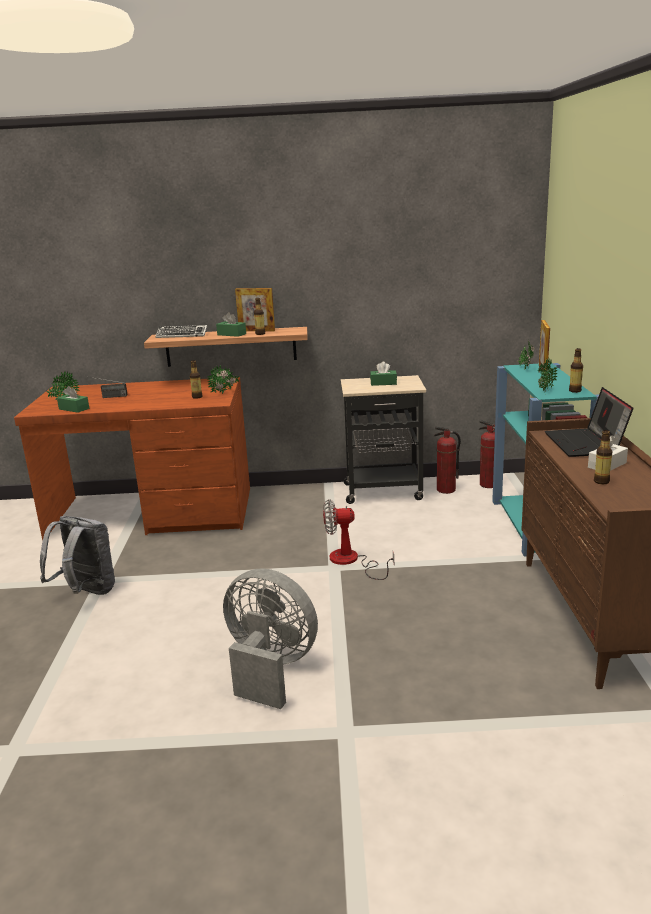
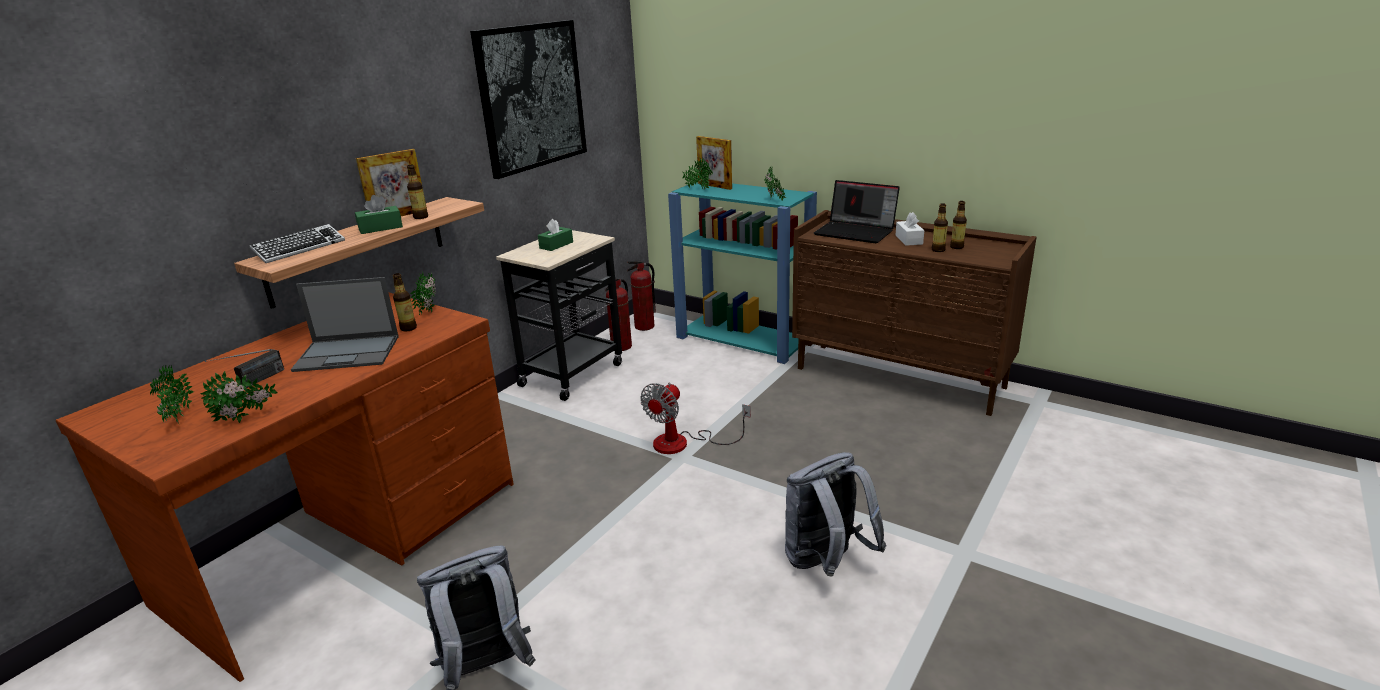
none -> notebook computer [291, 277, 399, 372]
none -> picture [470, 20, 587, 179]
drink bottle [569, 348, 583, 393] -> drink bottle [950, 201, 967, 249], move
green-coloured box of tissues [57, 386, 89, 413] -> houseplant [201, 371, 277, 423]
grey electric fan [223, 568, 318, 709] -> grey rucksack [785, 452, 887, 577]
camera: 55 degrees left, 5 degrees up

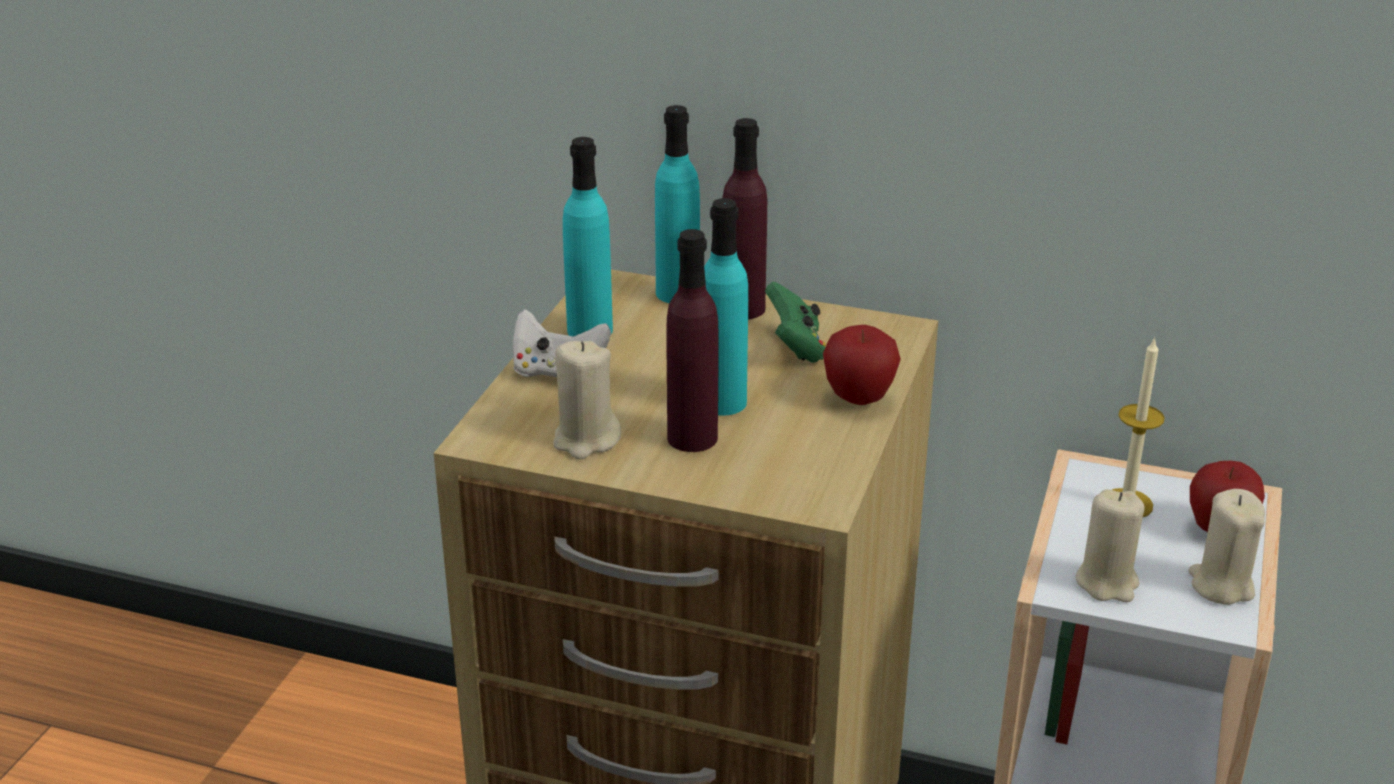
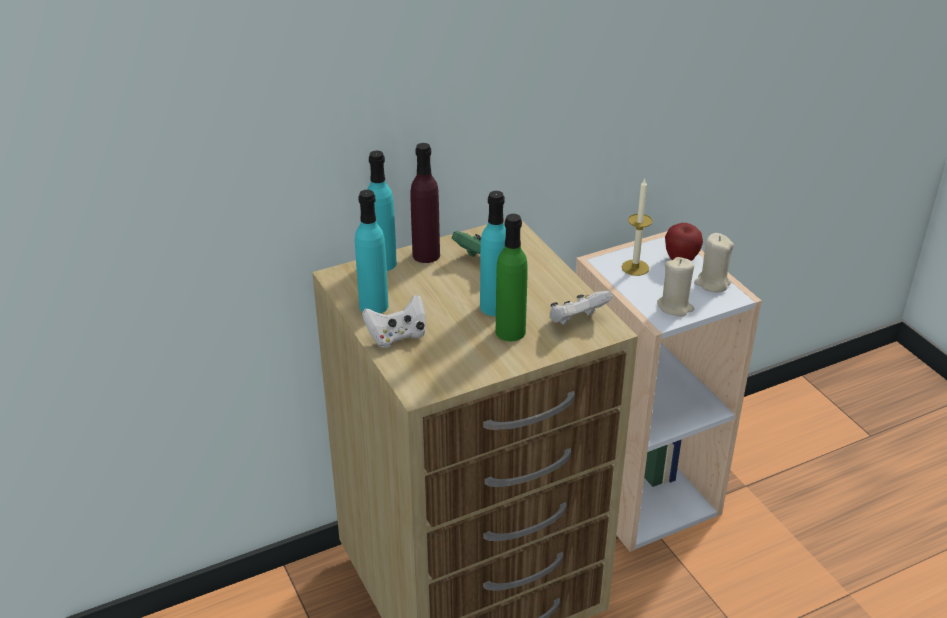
sand-coloured wax candle [553, 341, 621, 459] -> none
apple [823, 325, 901, 405] -> none
none -> white-coloured joypad [549, 291, 612, 325]
purple drink bottle [666, 229, 719, 452] -> green-coloured drink bottle [496, 214, 528, 341]
camera: 45 degrees left, 5 degrees up

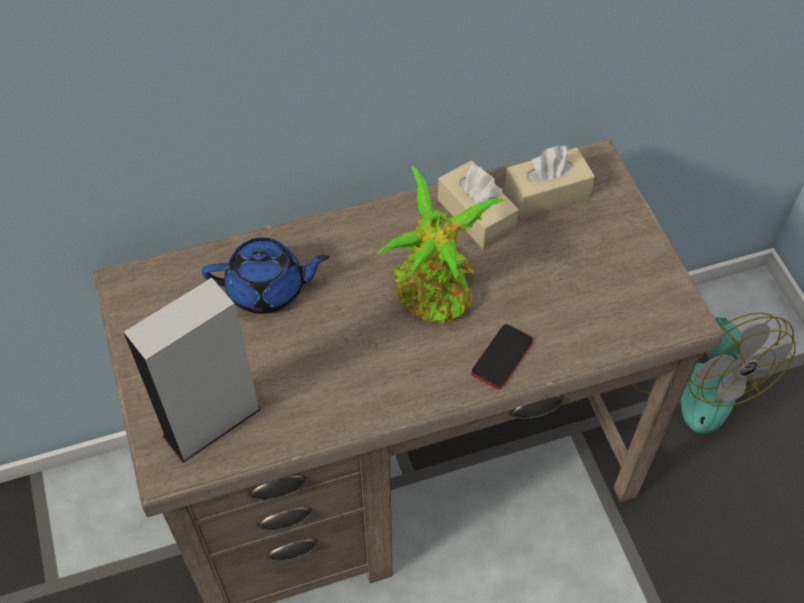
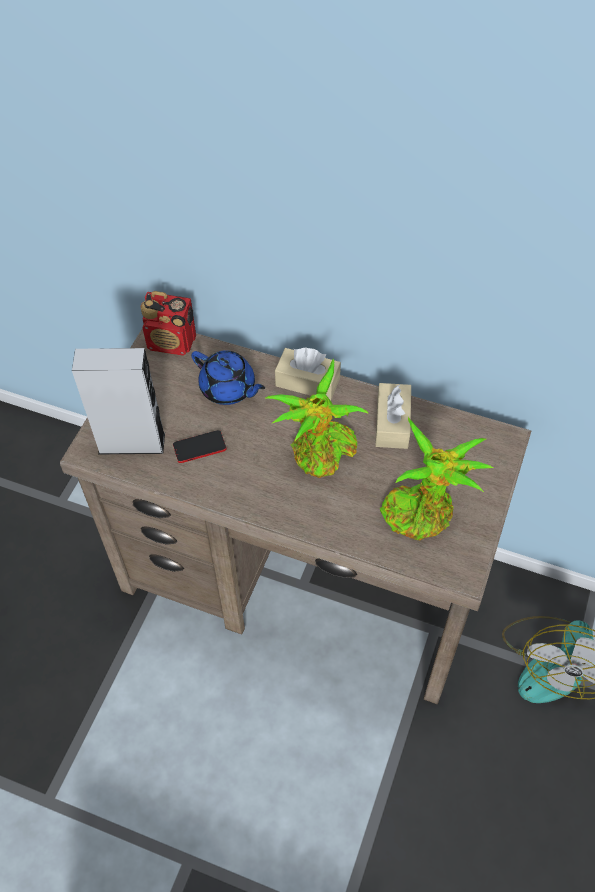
none -> radio [141, 291, 196, 356]
none -> houseplant [380, 417, 493, 540]
handset [471, 324, 533, 390] -> handset [173, 430, 227, 463], move
sand-coloured box of tissues [504, 145, 595, 218] -> sand-coloured box of tissues [275, 347, 341, 400], move
camera: 40 degrees right, 0 degrees up

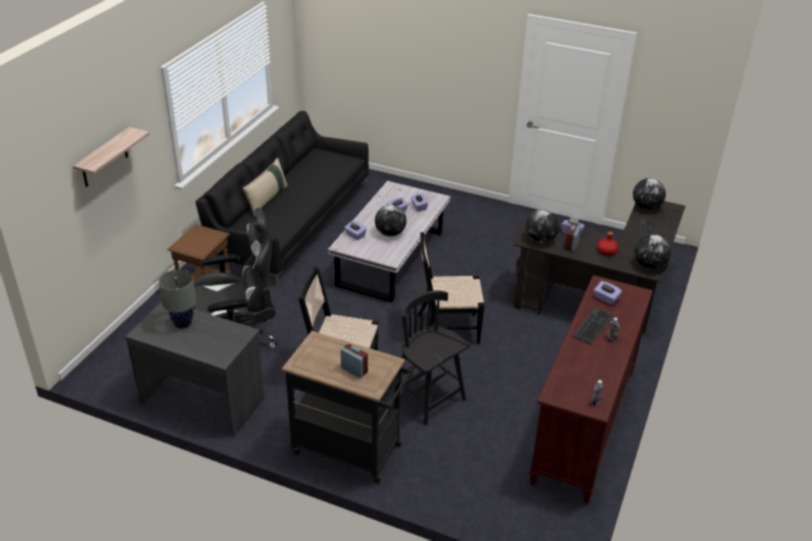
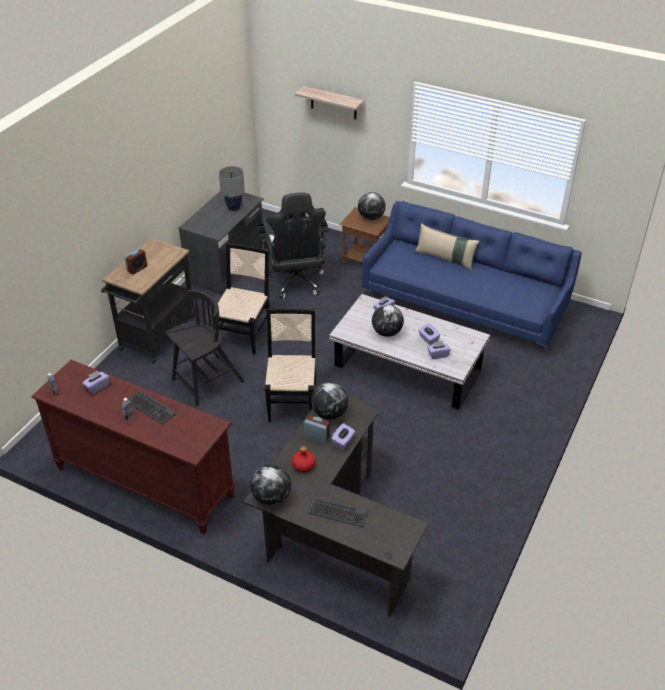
purple box of tissues [594, 281, 622, 305] -> purple box of tissues [82, 371, 109, 394], move
desk globe [633, 178, 666, 210] -> desk globe [358, 192, 386, 220], move
black sofa [196, 111, 369, 287] -> blue-coloured sofa [362, 201, 582, 357]
camera: 95 degrees right, 5 degrees up

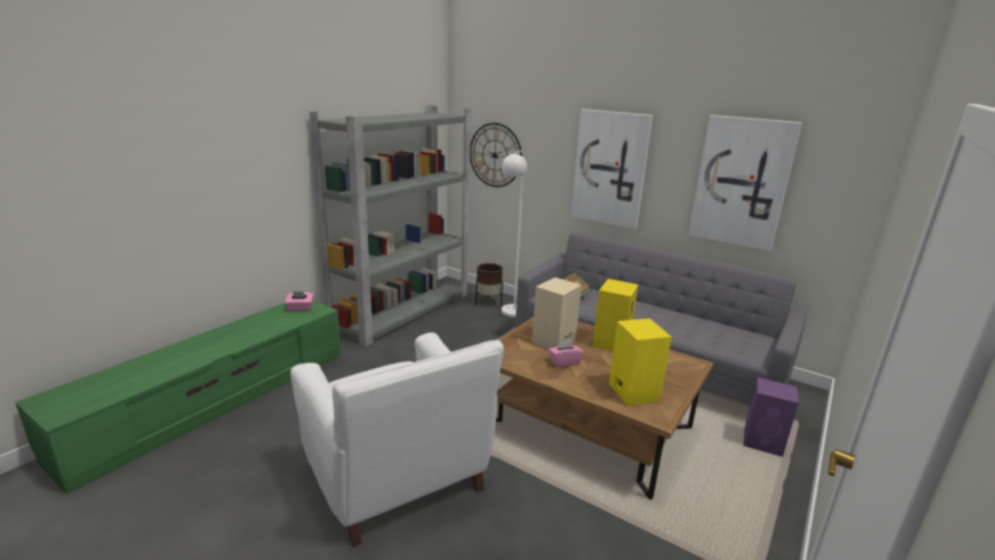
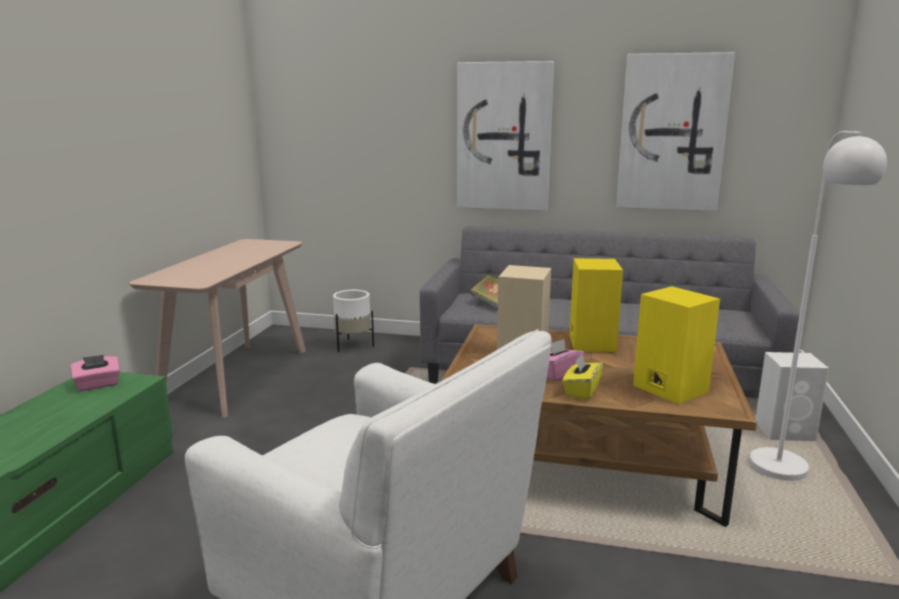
wall clock [470, 123, 522, 187] -> none
none -> yellowish box of tissues [563, 353, 603, 400]
white-coloured standing lamp [501, 150, 527, 318] -> white-coloured standing lamp [749, 131, 887, 481], move
grey shelving unit [309, 106, 471, 347] -> sand-coloured hall table [129, 239, 306, 418]
brownish flower pot [476, 263, 503, 307] -> white-coloured flower pot [333, 290, 374, 352]
purple speaker [743, 377, 799, 457] -> white-coloured speaker [755, 352, 829, 441]
camera: 20 degrees left, 5 degrees down

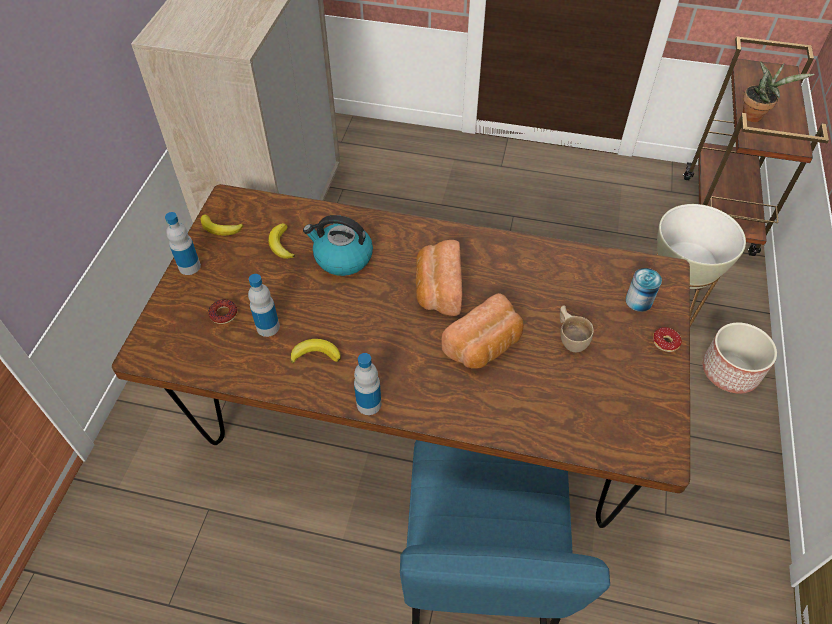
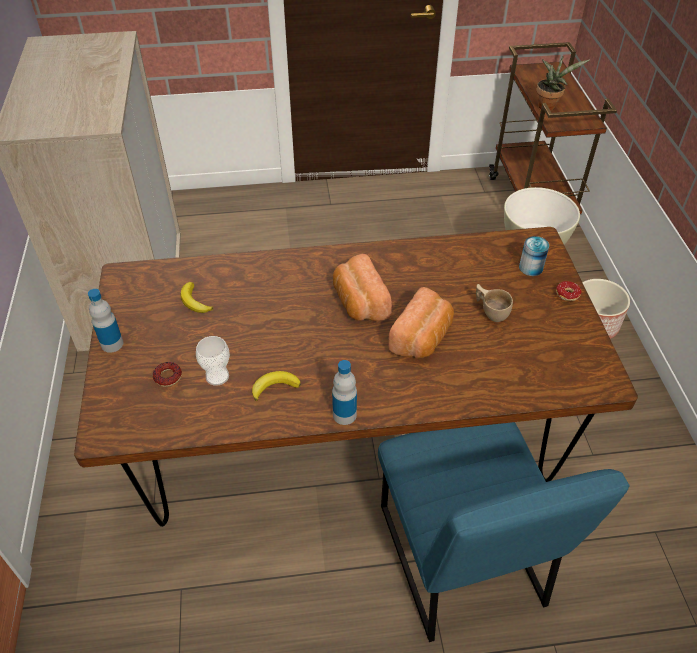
banana [201, 214, 243, 235] -> none
water kettle [303, 215, 373, 276] -> none
drink bottle [248, 274, 280, 337] -> cup [196, 336, 230, 386]
camera: 20 degrees left, 5 degrees down

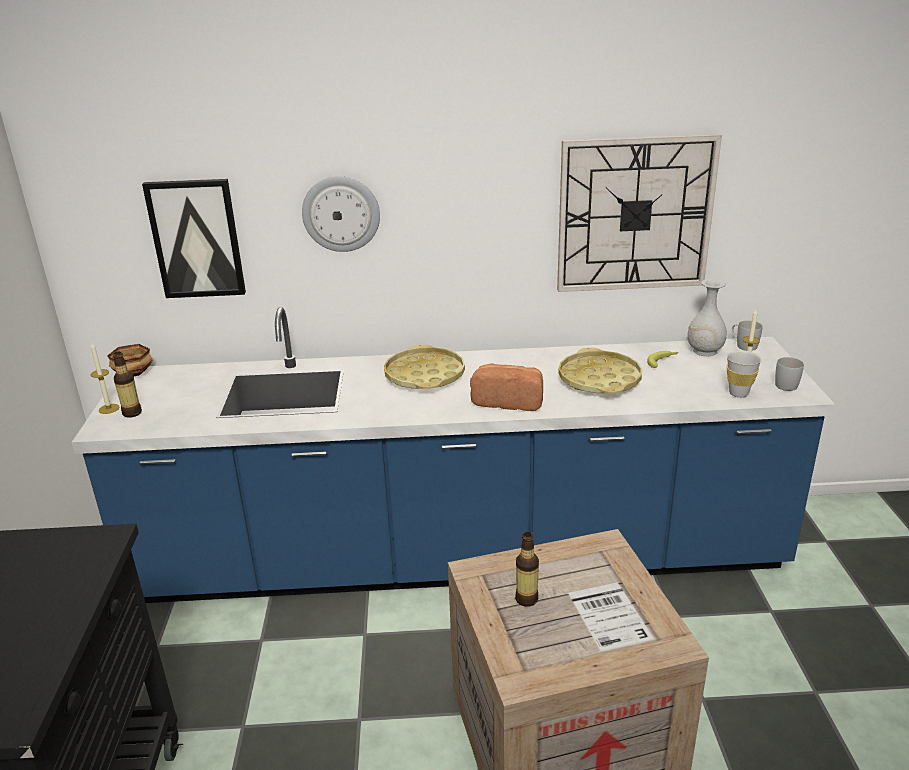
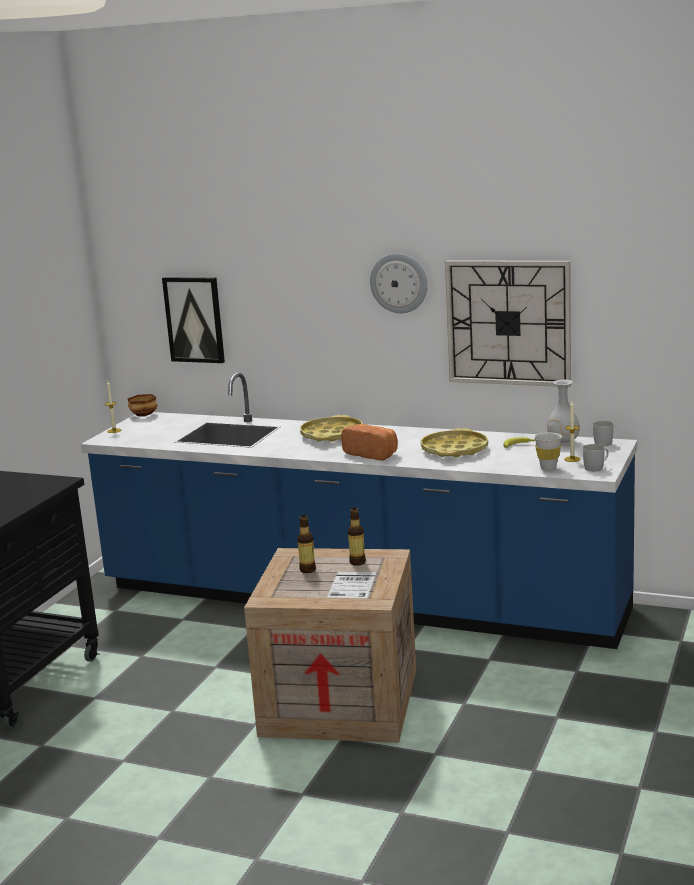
drink bottle [113, 352, 142, 418] -> drink bottle [348, 508, 366, 566], move
wall clock [302, 176, 380, 252] -> wall clock [370, 253, 428, 313], move
camera: 25 degrees right, 10 degrees down

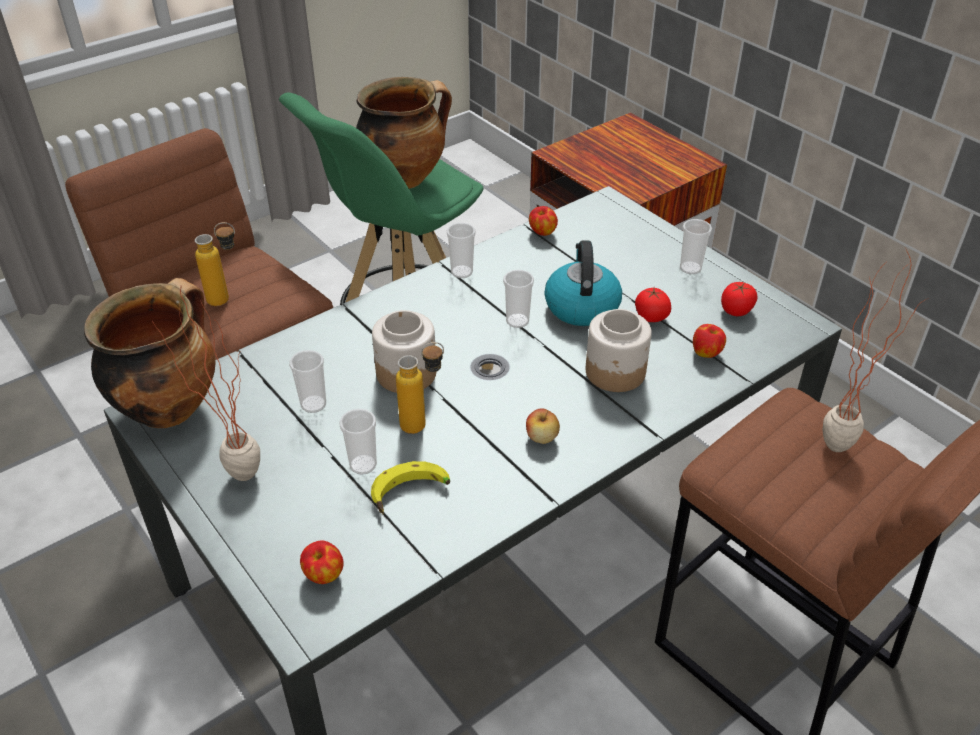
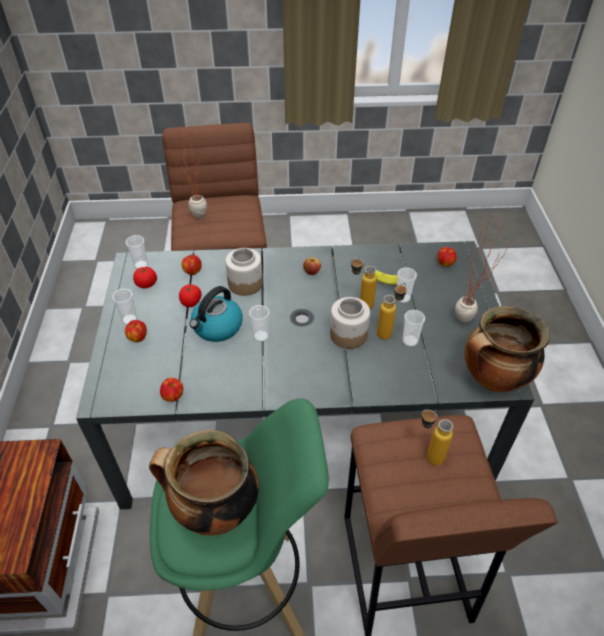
none -> apple [125, 320, 147, 342]
none -> drink bottle [377, 283, 407, 339]
cup [447, 223, 475, 278] -> cup [126, 235, 148, 269], move
camera: 145 degrees left, 5 degrees up

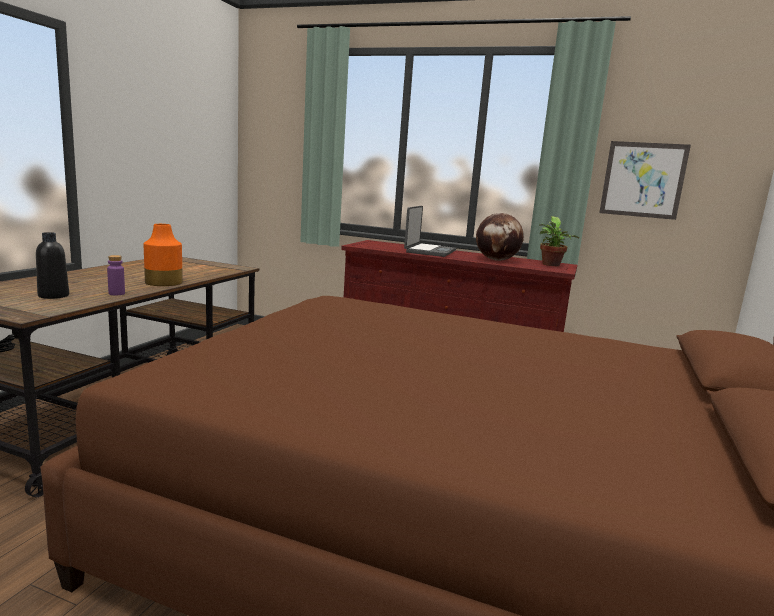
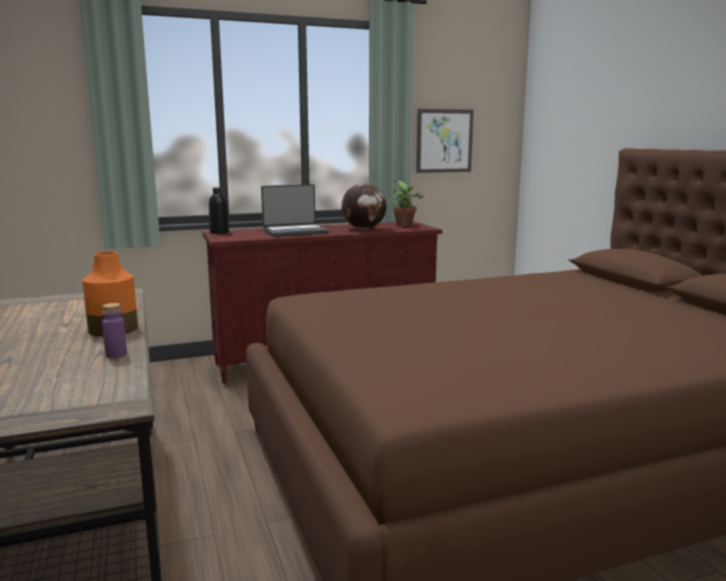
black drink bottle [36, 232, 69, 299] -> black drink bottle [209, 188, 229, 234], move
notebook computer [404, 206, 456, 257] -> notebook computer [261, 184, 329, 237], 90 degrees clockwise
camera: 40 degrees left, 0 degrees up

